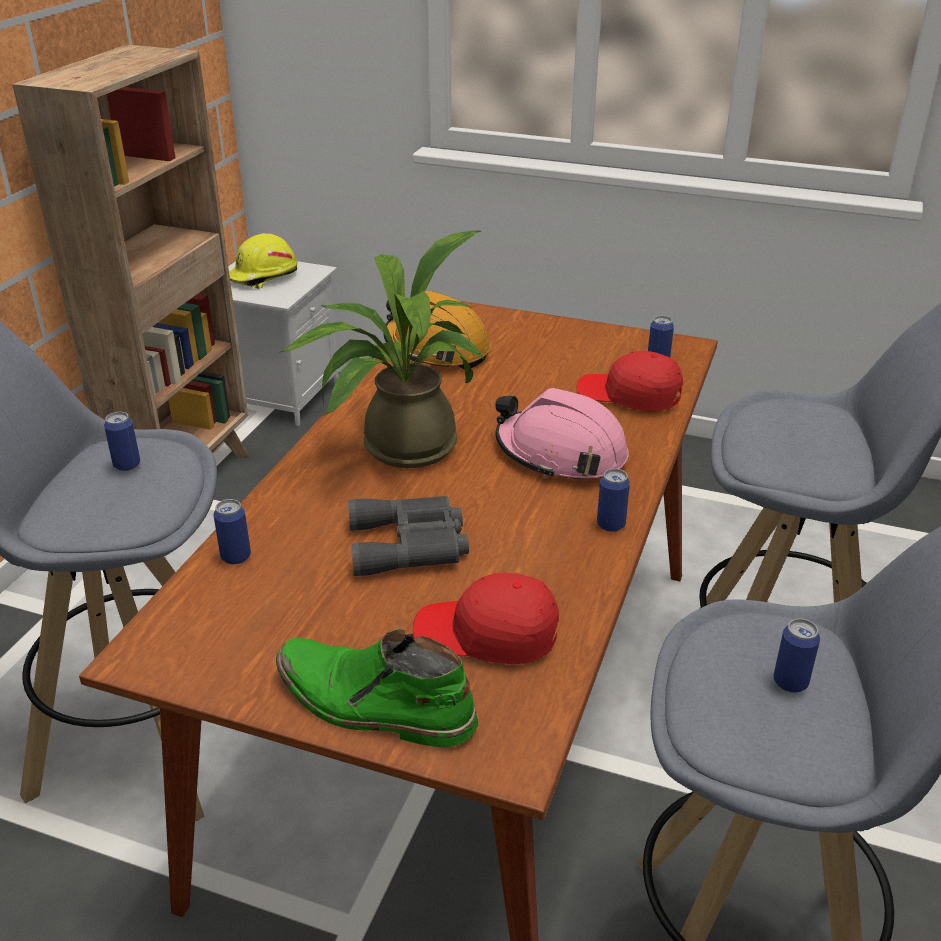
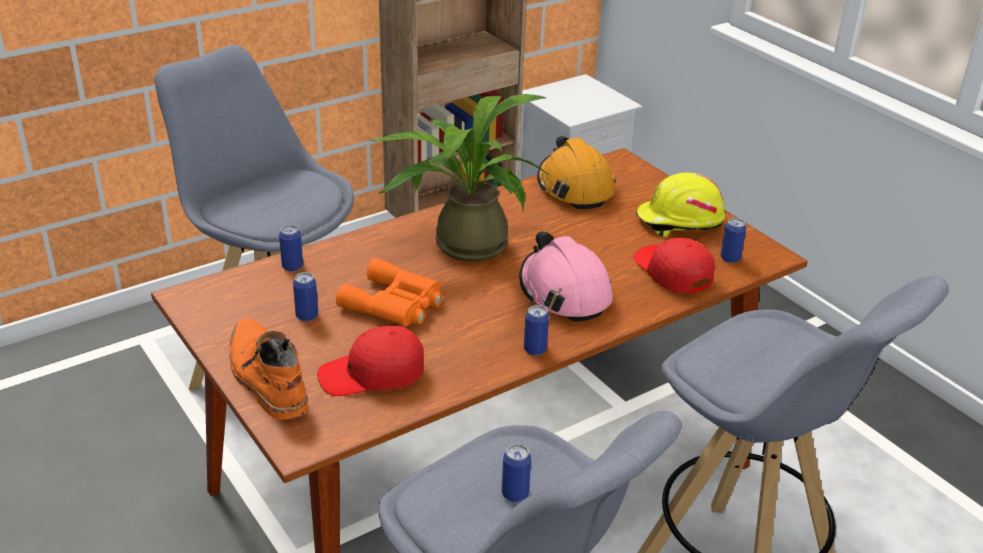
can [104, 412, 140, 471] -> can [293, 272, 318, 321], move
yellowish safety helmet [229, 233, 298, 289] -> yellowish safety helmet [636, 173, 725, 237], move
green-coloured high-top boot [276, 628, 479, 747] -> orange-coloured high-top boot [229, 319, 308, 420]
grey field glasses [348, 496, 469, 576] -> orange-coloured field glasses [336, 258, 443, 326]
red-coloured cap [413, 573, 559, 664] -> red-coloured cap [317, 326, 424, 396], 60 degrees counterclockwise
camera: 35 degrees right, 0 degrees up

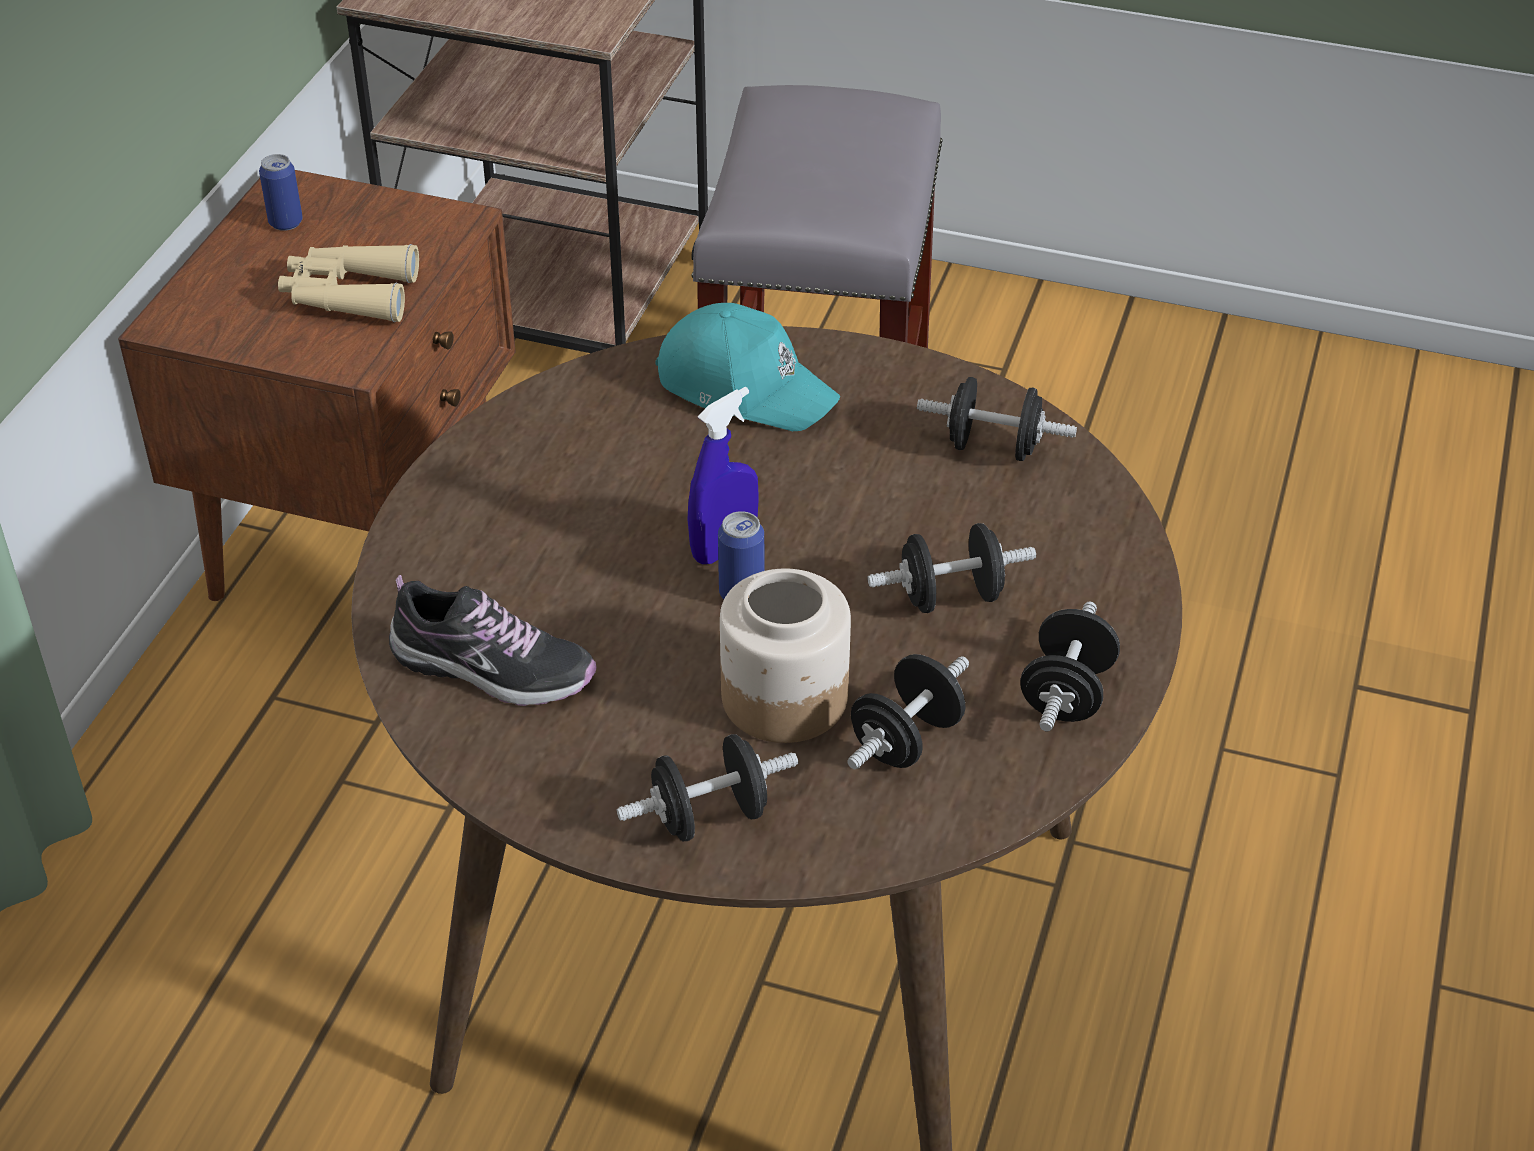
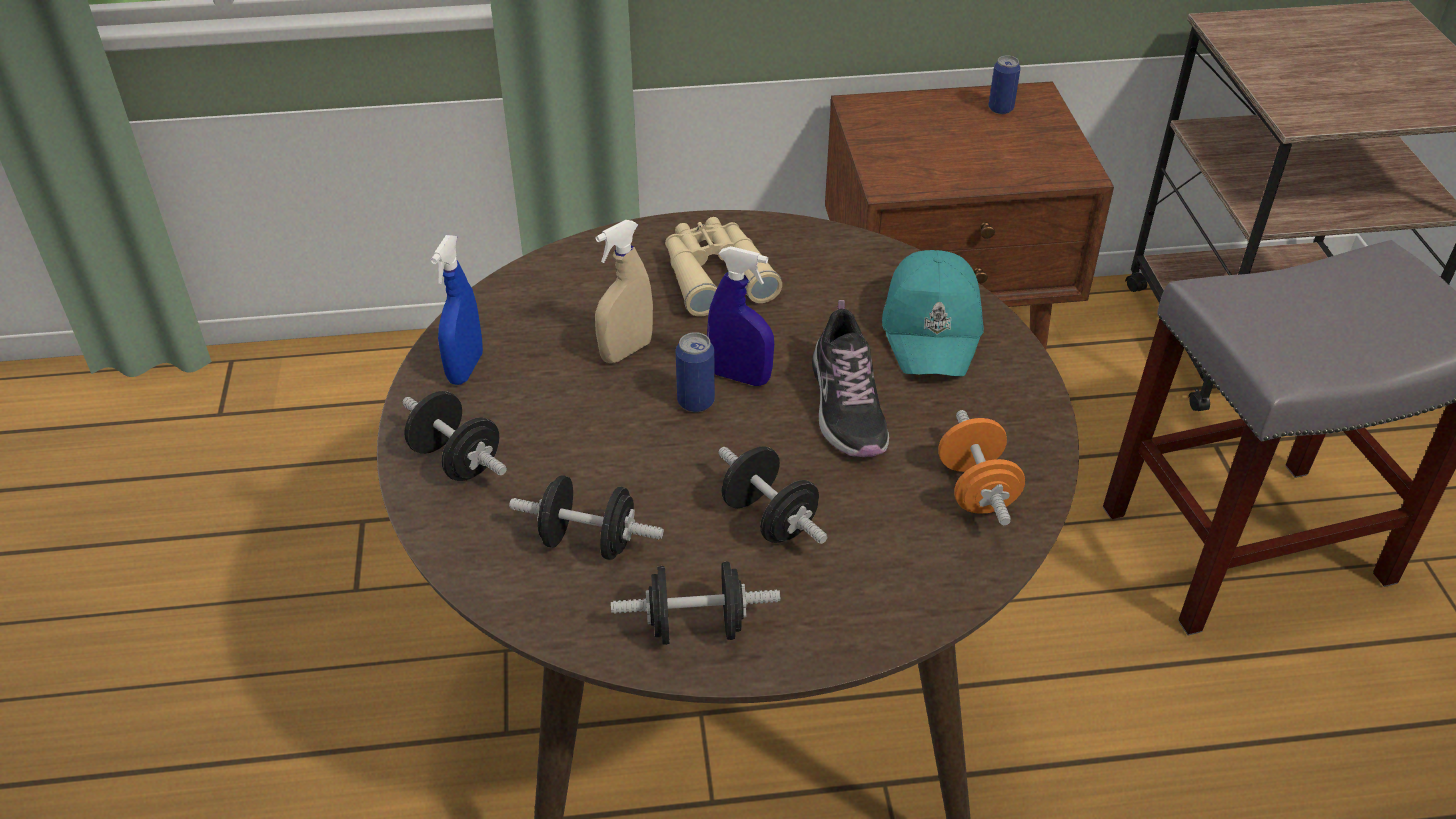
jar [720, 569, 851, 743] -> none
none -> blue-coloured sprayer [431, 235, 483, 385]
none -> sand-coloured sprayer [595, 220, 653, 363]
sand-coloured field glasses [278, 244, 419, 322] -> sand-coloured field glasses [665, 217, 782, 317], move
shoe [389, 575, 597, 706] -> shoe [812, 300, 889, 457], move
black dumbbell [917, 377, 1077, 461] -> orange-coloured dumbbell [938, 410, 1025, 525]
camera: 65 degrees right, 0 degrees up

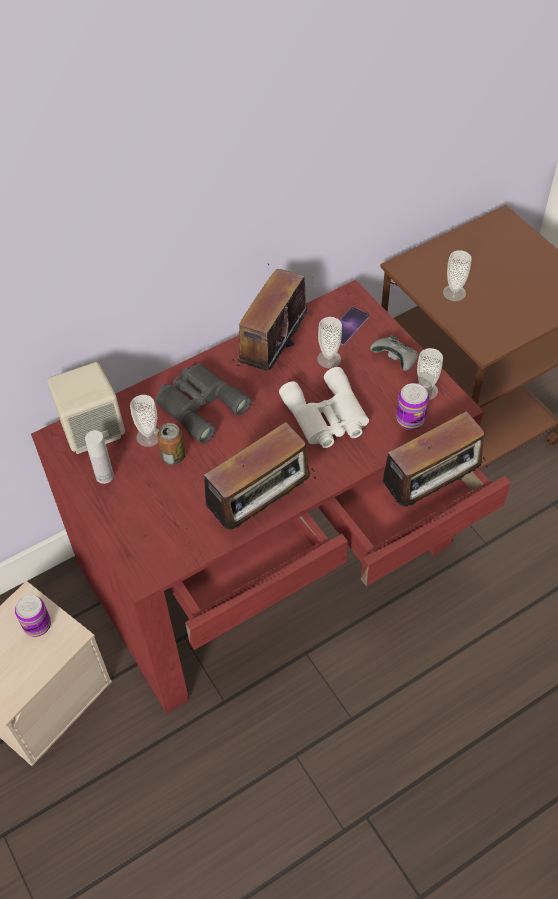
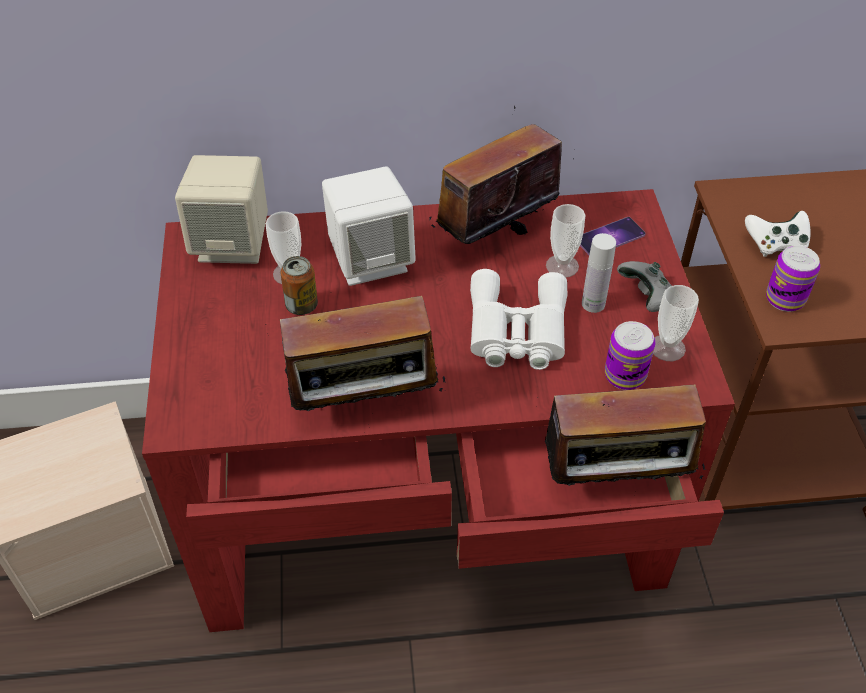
can [15, 595, 51, 637] -> can [766, 245, 820, 312], move
white-coloured drink bottle [85, 430, 114, 484] -> white-coloured drink bottle [582, 233, 616, 313], move
grey field glasses [155, 364, 251, 444] -> white-coloured speaker [322, 166, 416, 286]
cup [443, 250, 472, 301] -> white-coloured joypad [745, 211, 811, 257]
camera: 25 degrees right, 5 degrees down

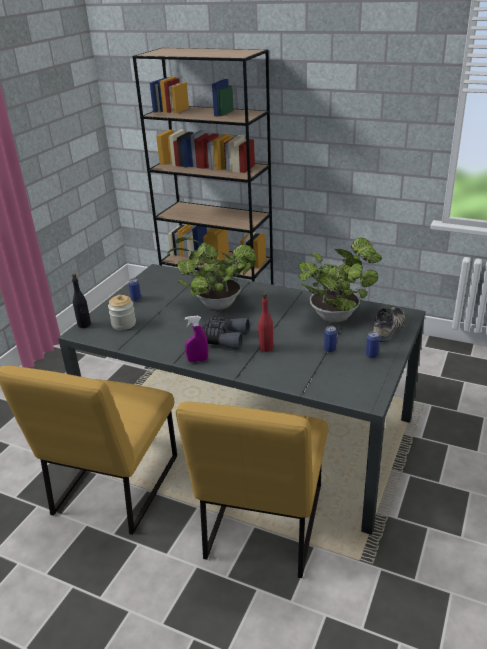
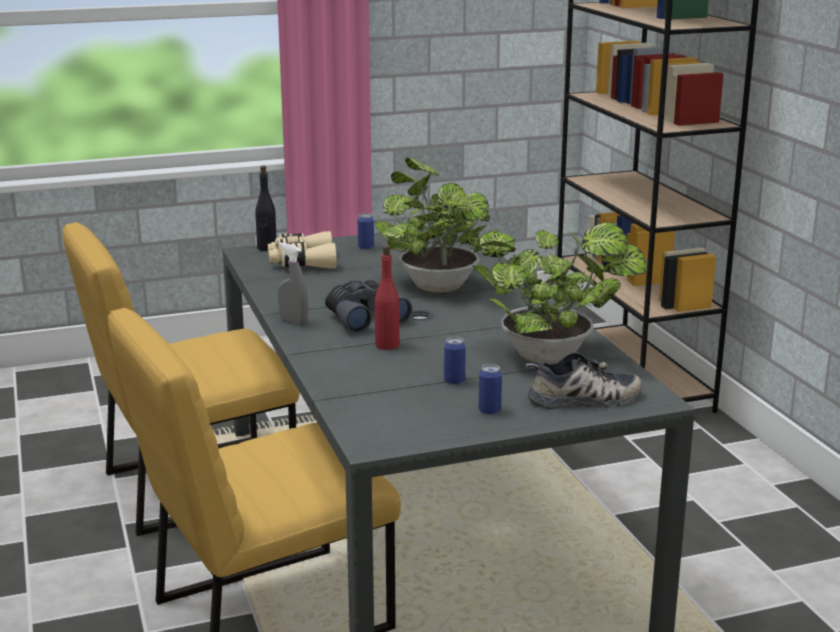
jar [108, 294, 136, 330] -> sand-coloured field glasses [268, 231, 337, 269]
purple sprayer [185, 316, 208, 362] -> grey sprayer [278, 243, 308, 326]
camera: 45 degrees right, 10 degrees down

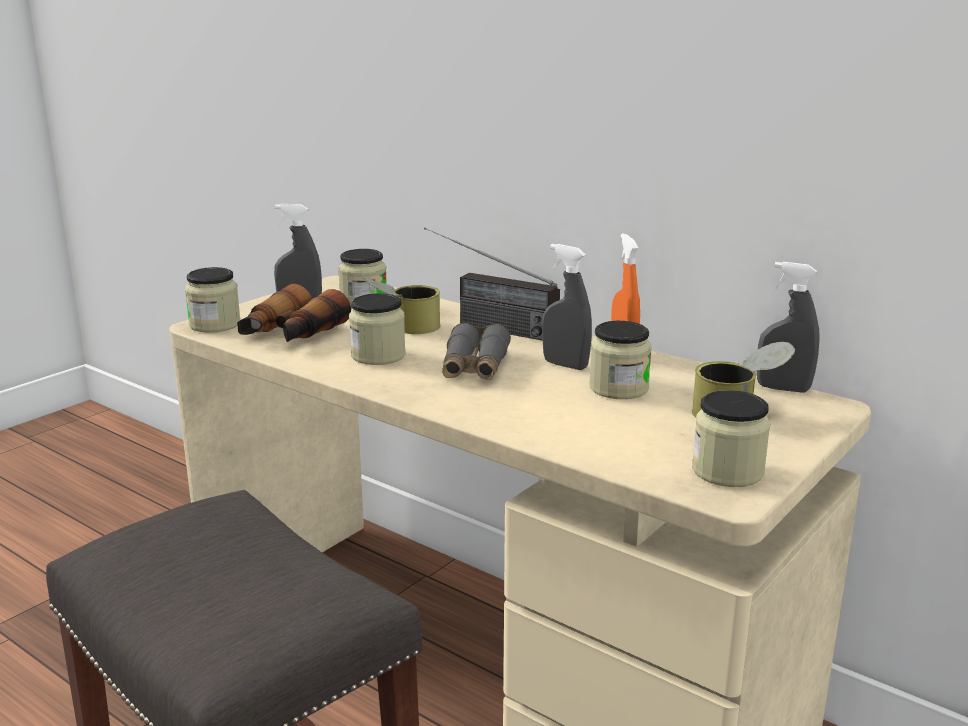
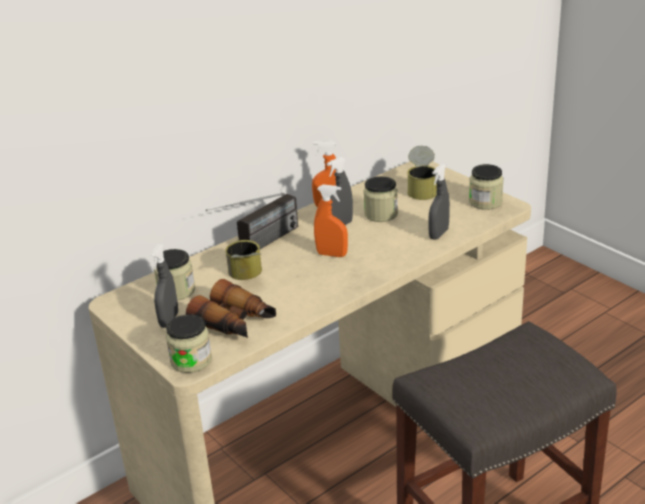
jar [349, 293, 406, 365] -> none
grey sprayer [757, 262, 820, 393] -> grey sprayer [428, 164, 450, 240], move
grey field glasses [442, 323, 511, 380] -> orange-coloured sprayer [314, 185, 348, 257]
camera: 75 degrees left, 10 degrees up

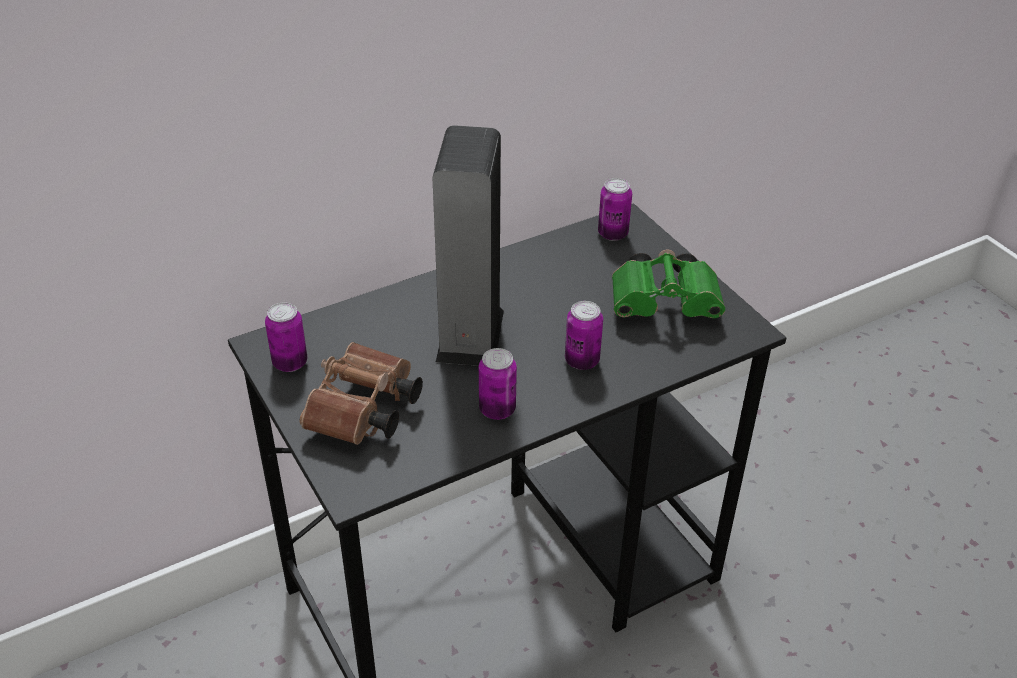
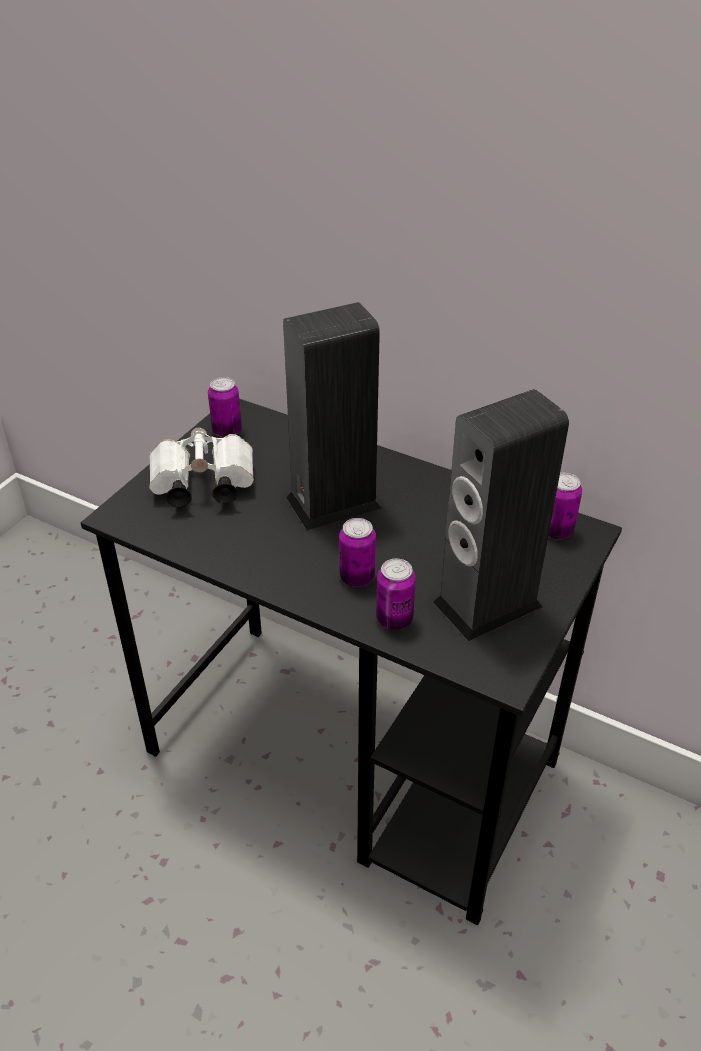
can [479, 348, 517, 420] -> can [376, 559, 416, 630], move
green-coloured field glasses [612, 250, 725, 318] -> speaker [433, 389, 569, 642]
brownish field glasses [300, 342, 423, 445] -> white-coloured field glasses [149, 428, 254, 507]
camera: 60 degrees right, 0 degrees up

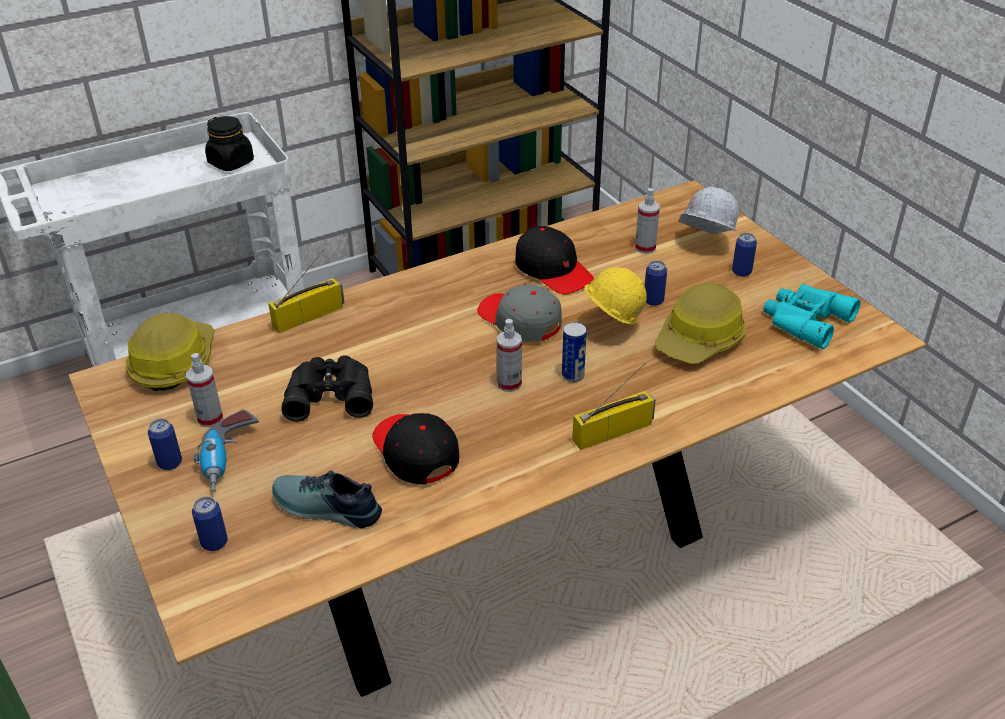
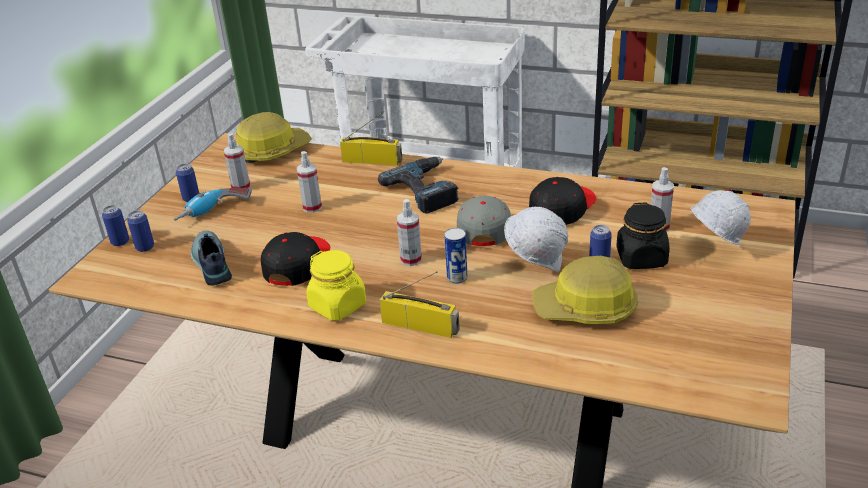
turquoise-coloured field glasses [763, 284, 861, 349] -> none
none -> yellowish jar [307, 250, 366, 321]
none -> drill [378, 157, 459, 213]
black jar [205, 116, 254, 171] -> black jar [616, 202, 669, 269], move
can [732, 233, 757, 277] -> can [102, 205, 129, 246], move
black field glasses [281, 355, 373, 422] -> sprayer [297, 151, 322, 213]
yellowish safety helmet [584, 267, 647, 325] -> white-coloured safety helmet [504, 207, 568, 272]
black cap [515, 226, 594, 295] -> black cap [529, 177, 597, 225], 150 degrees counterclockwise
camera: 50 degrees right, 5 degrees down

